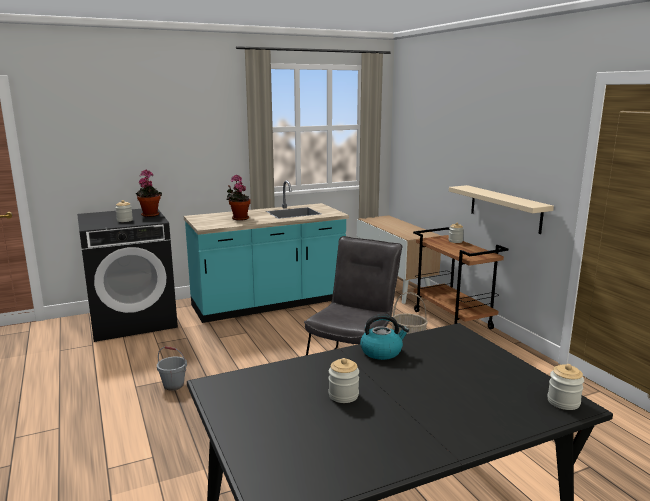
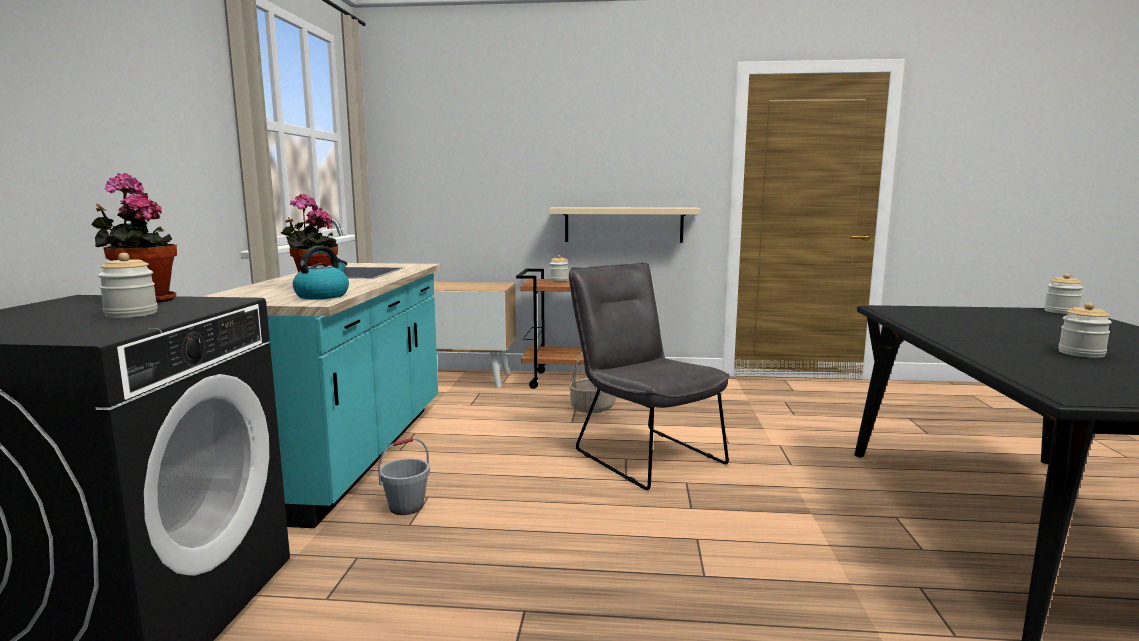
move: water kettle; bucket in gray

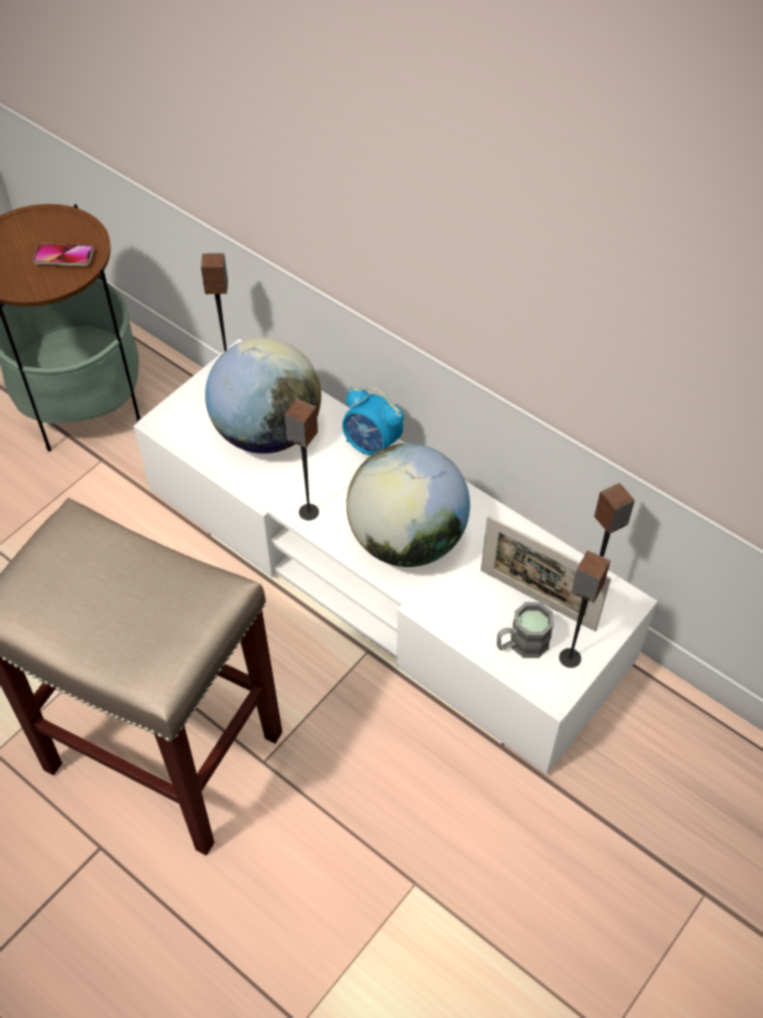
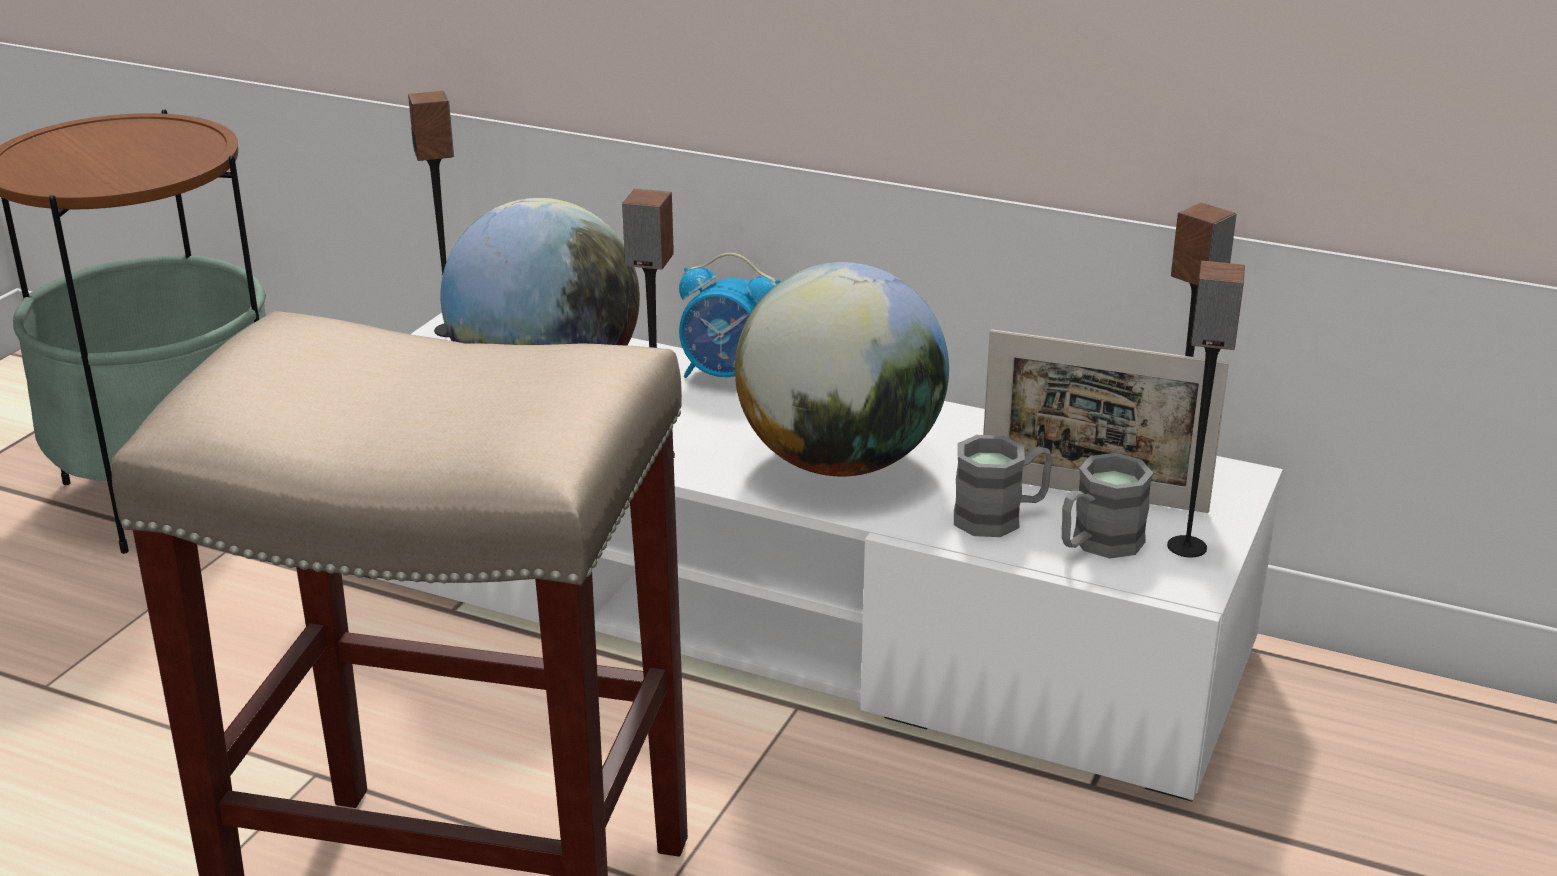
delete: handset
insert: tea mug in gray (1st from left)

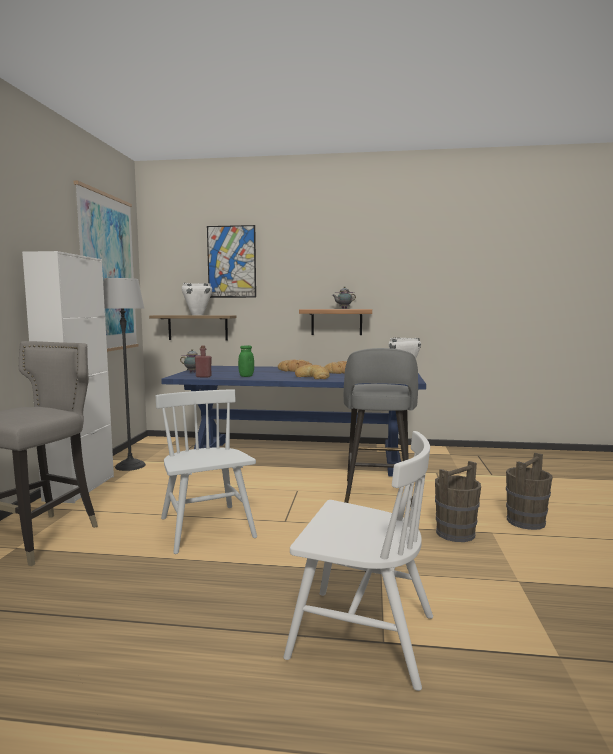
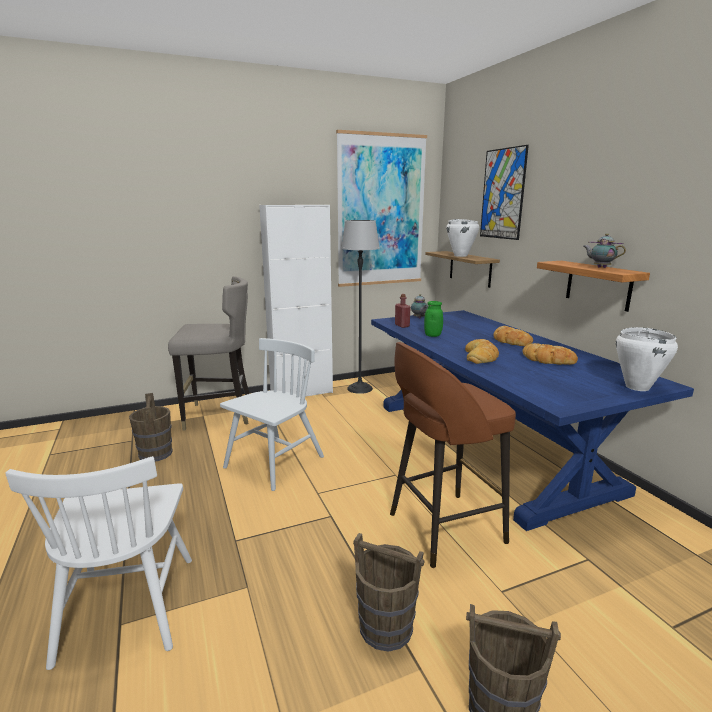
insert: bucket in brown-coloured (1st from left)
recolor: sitting stool in gray (2nd from left) to sitting stool in brown-coloured

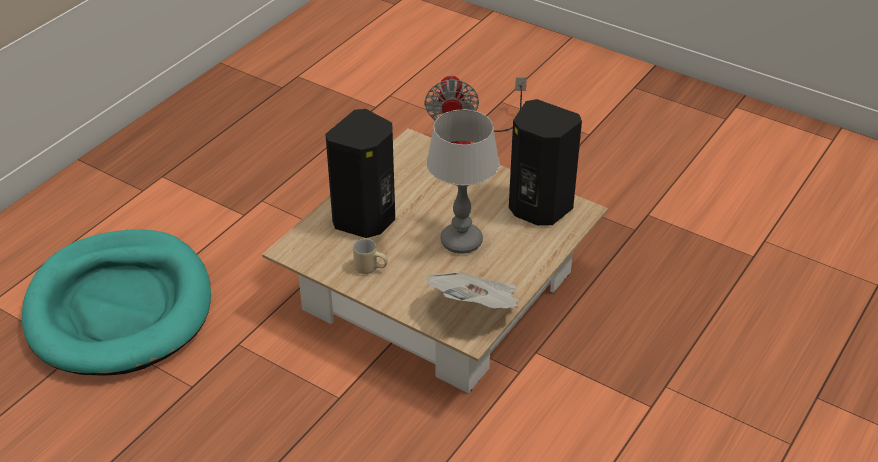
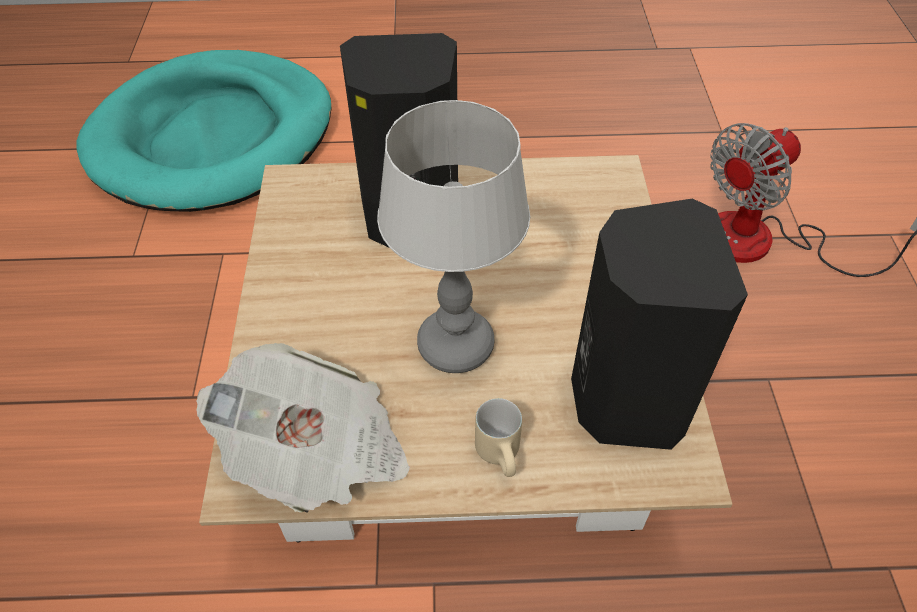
move: tea mug in beige-coloured

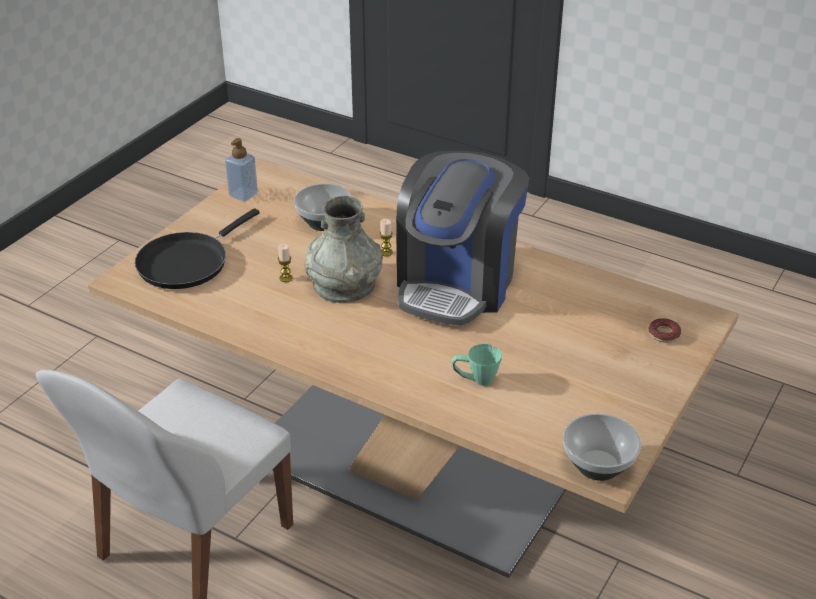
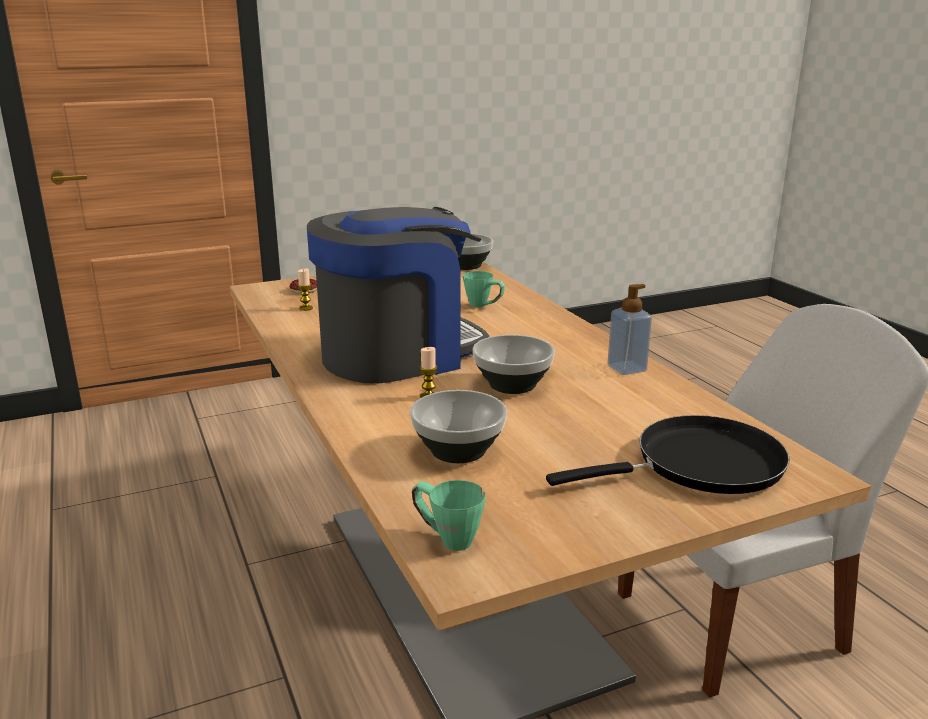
insert: tea mug in green-coloured (1st from left)
move: liquid soap bottle; wax light (1st from left)
replace: decorative vase in gray to deep dish (3rd from left)

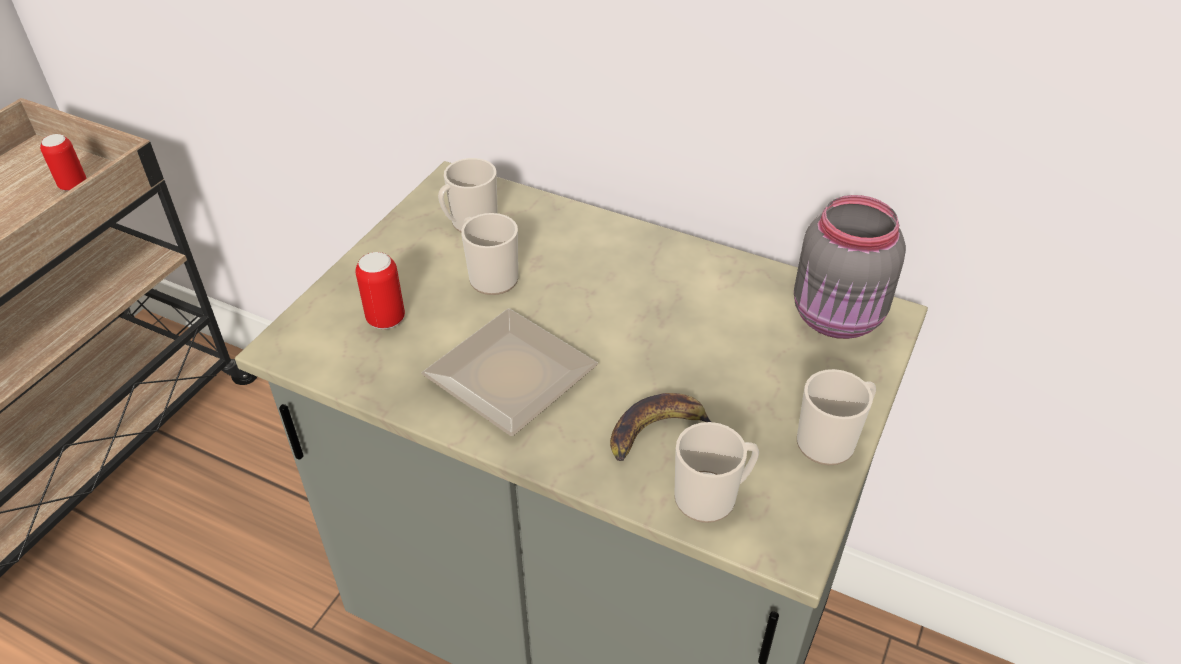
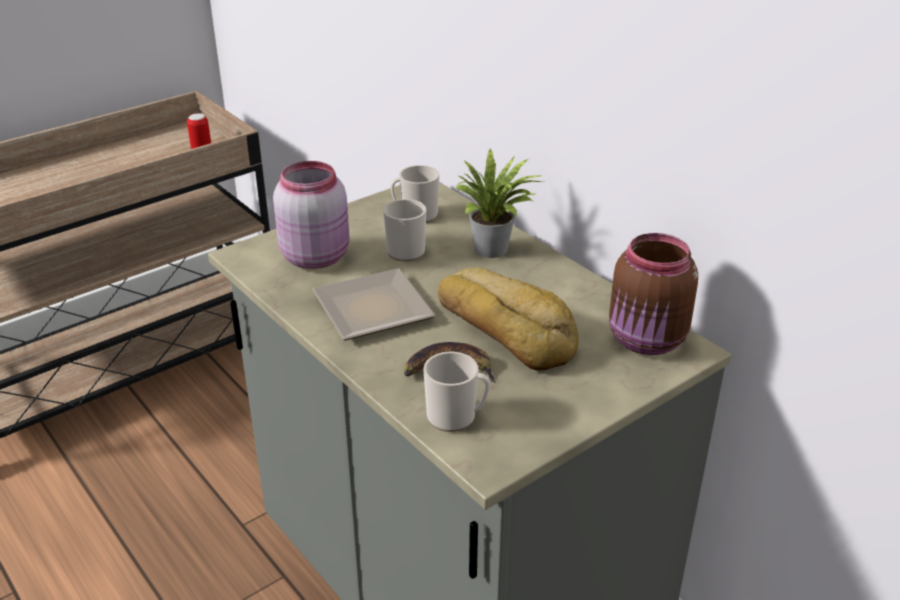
delete: tea mug (4th from left)
insert: houseplant; bakery bread
replace: can (2nd from left) to preserve jar in pink
recolor: preserve jar in gray to preserve jar in brown-coloured

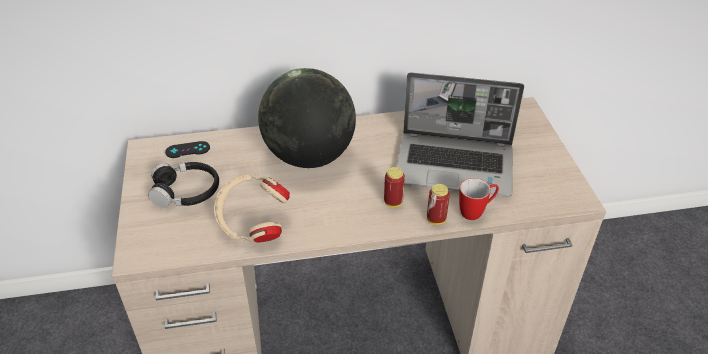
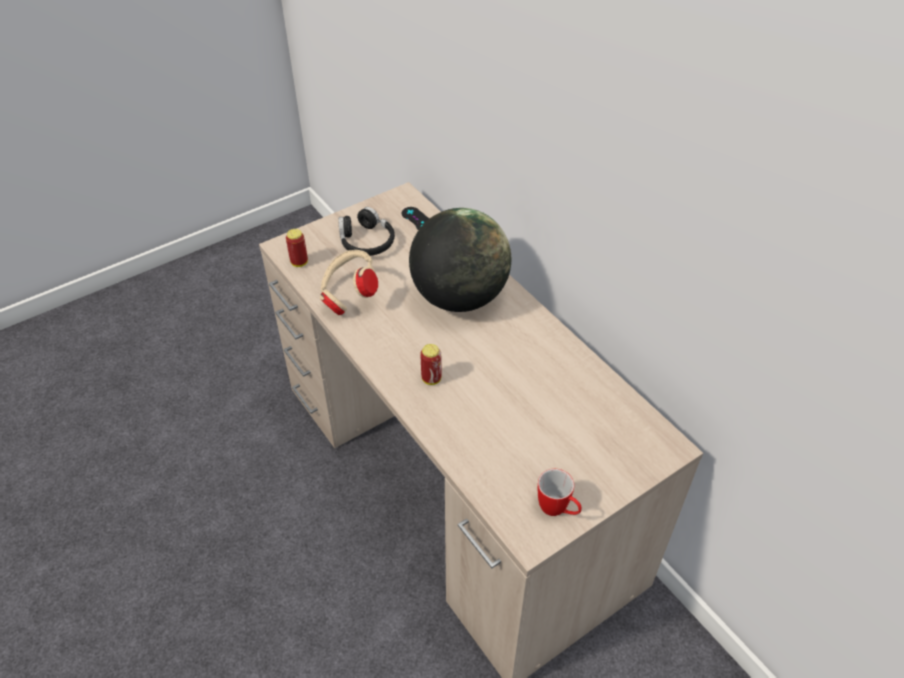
delete: notebook computer
move: tea mug; can (2nd from left in the first image) to can (1st from left)

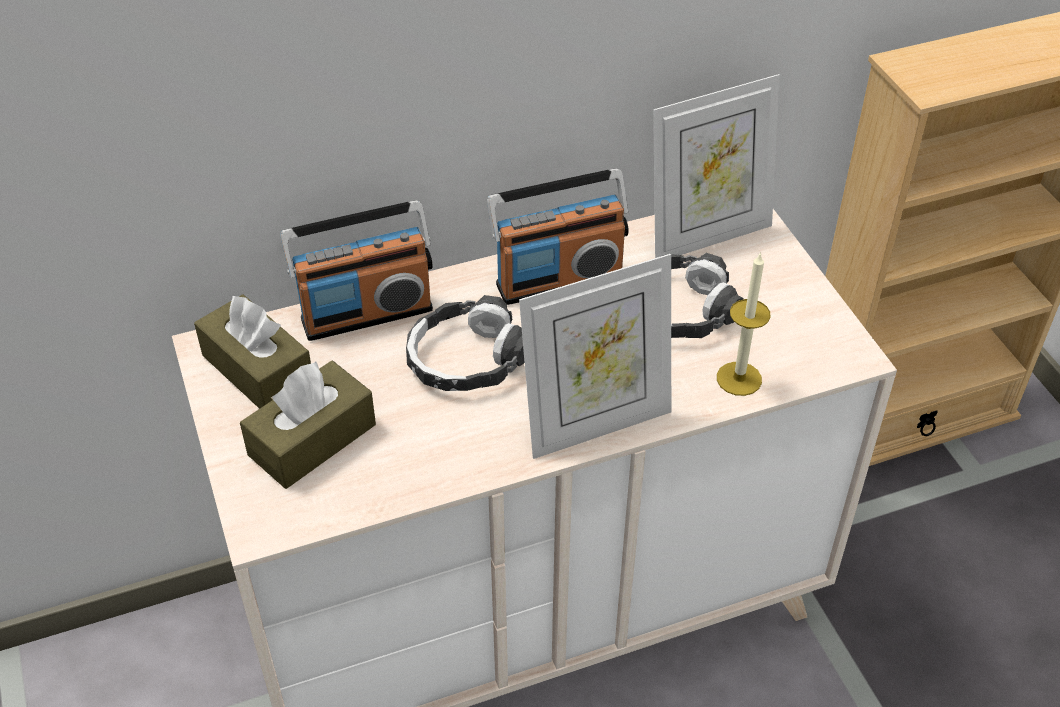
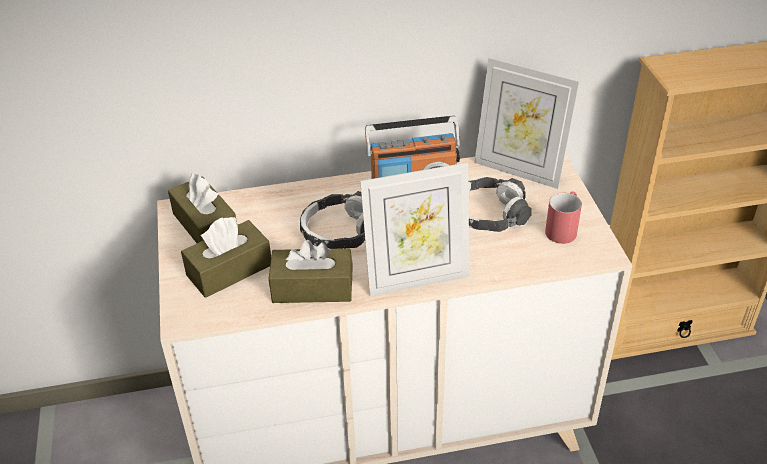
delete: radio (1st from left); wax light
insert: tea mug in reddish; tissue holder in brown-coloured (3rd from left)
rotate: picture frame (2nd from left) 45 degrees clockwise

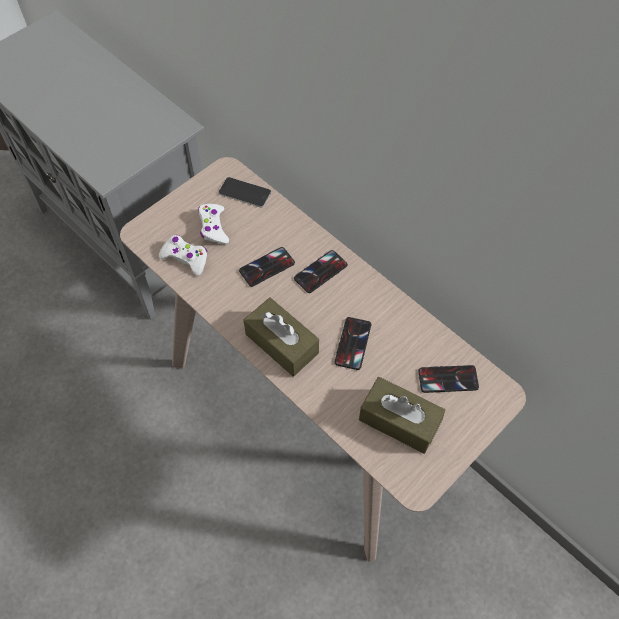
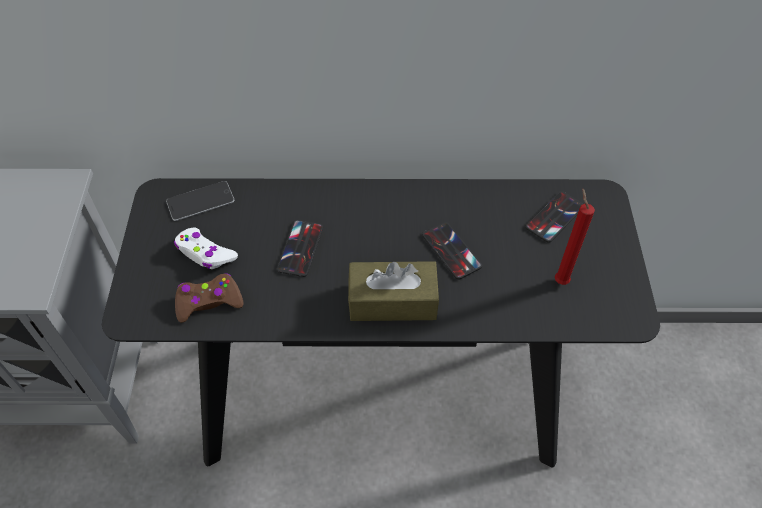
delete: handset (3rd from left)
replace: tissue holder in brown-coloured (2nd from left) to wax light in reddish
recolor: console table in beige-coloured to console table in black-coloured; joypad in white-coloured (1st from left) to joypad in brown-coloured

